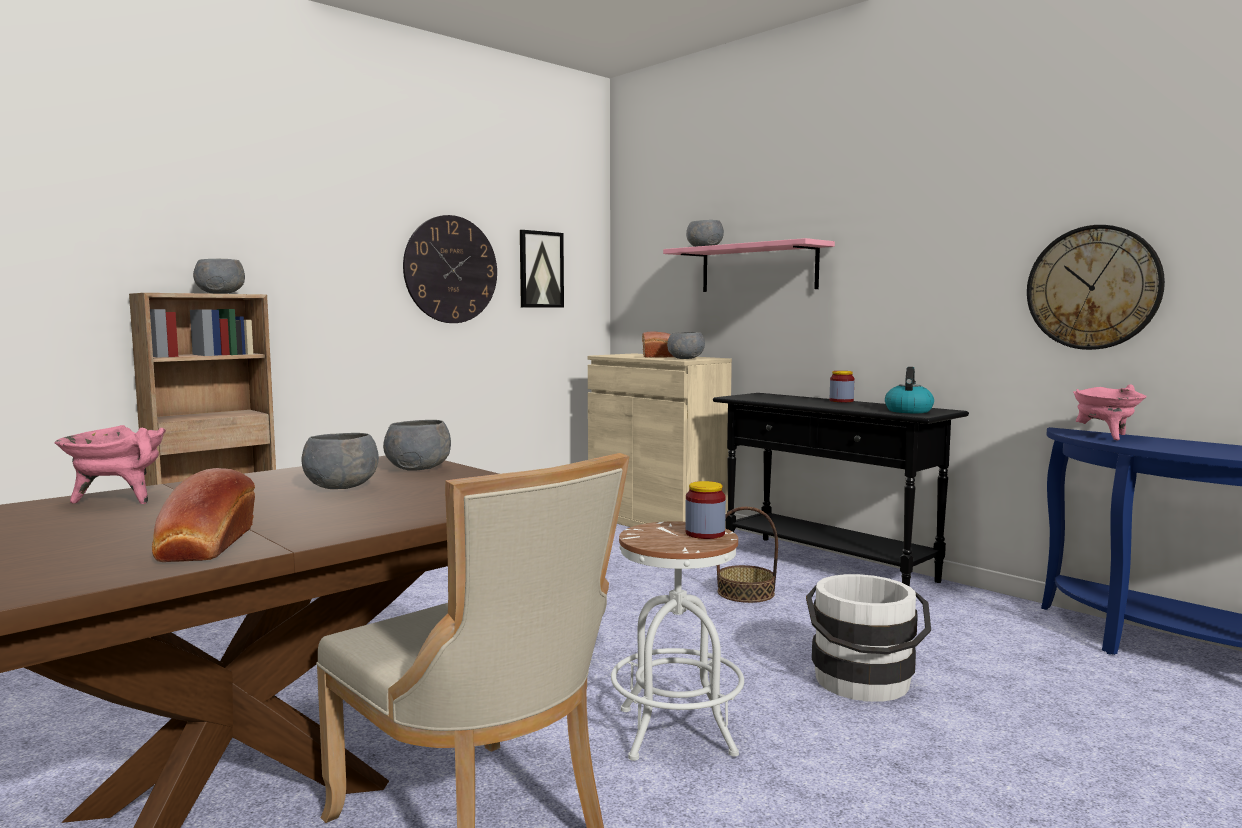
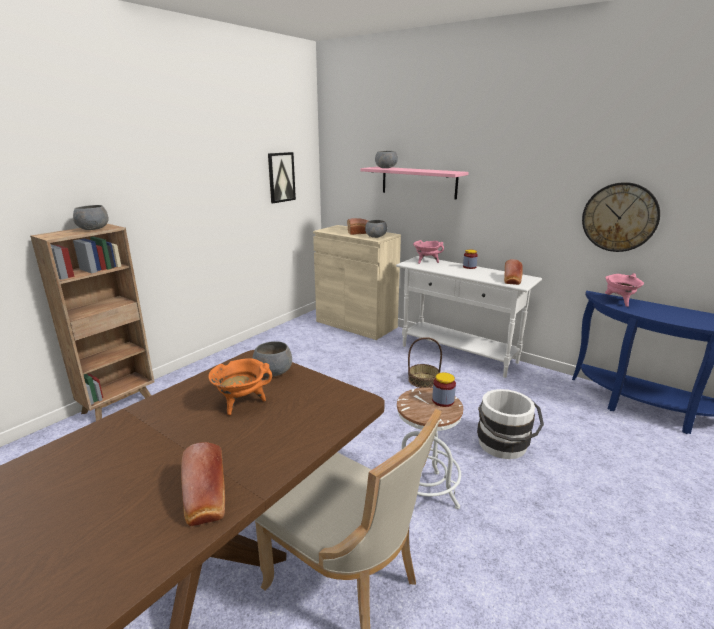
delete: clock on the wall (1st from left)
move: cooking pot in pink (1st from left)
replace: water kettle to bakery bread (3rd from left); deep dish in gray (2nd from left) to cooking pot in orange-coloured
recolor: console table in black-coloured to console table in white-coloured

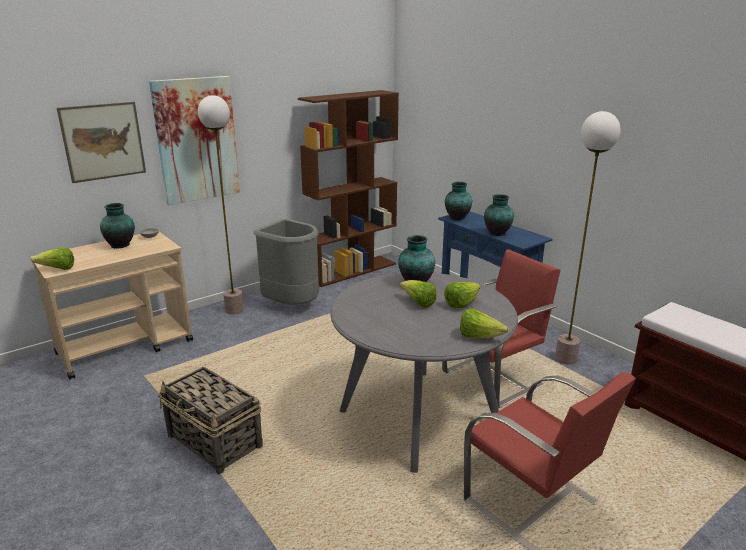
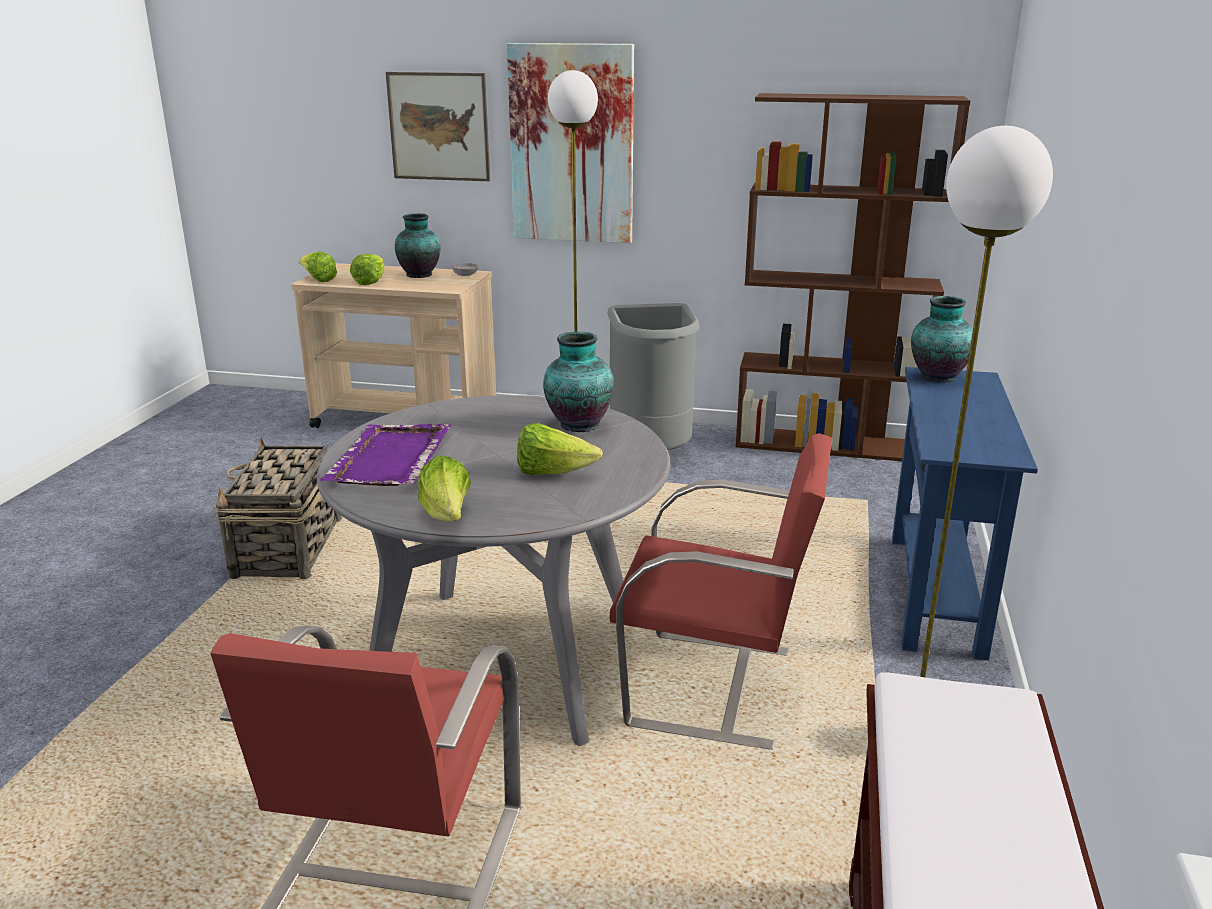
delete: decorative vase (4th from left)
insert: tray in purple-coloured
move: lettuce head (2nd from left)

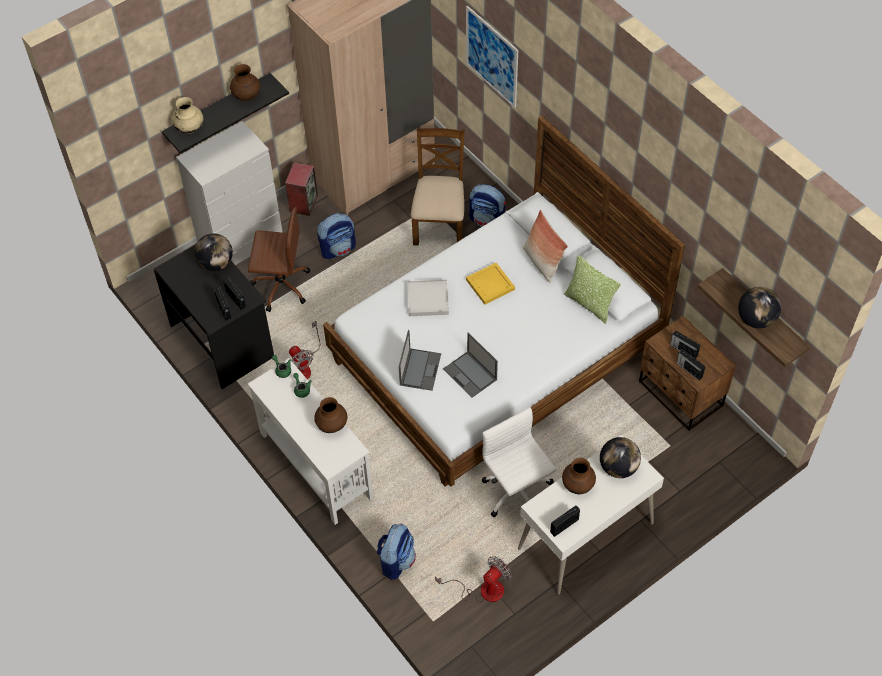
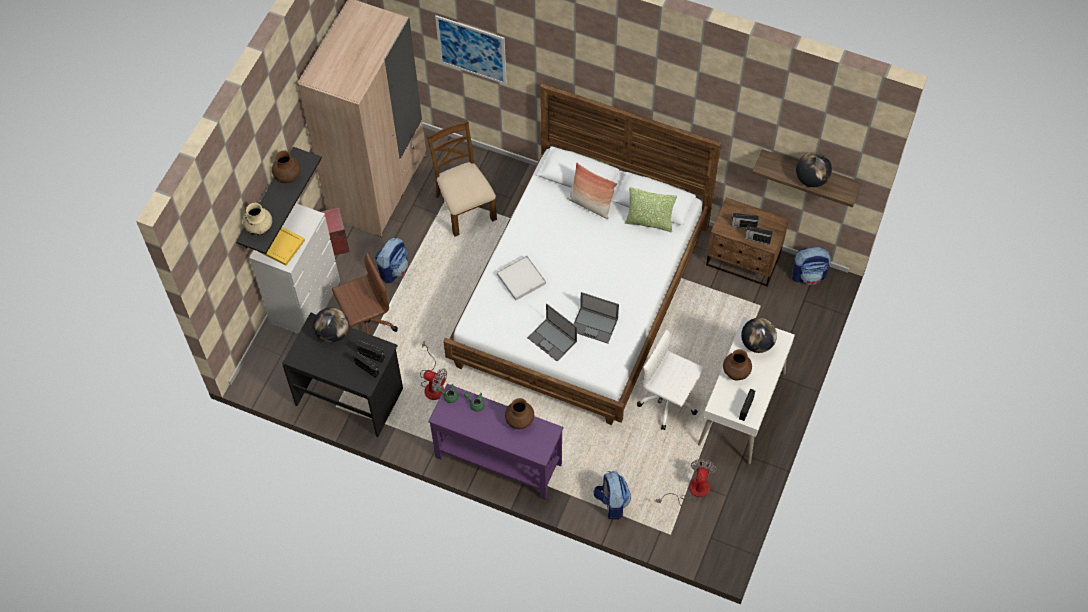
move: knapsack (3rd from left); tray in yellow-coloured
recolor: console table in white-coloured to console table in purple-coloured
rotate: notebook computer (1st from left) 150 degrees clockwise

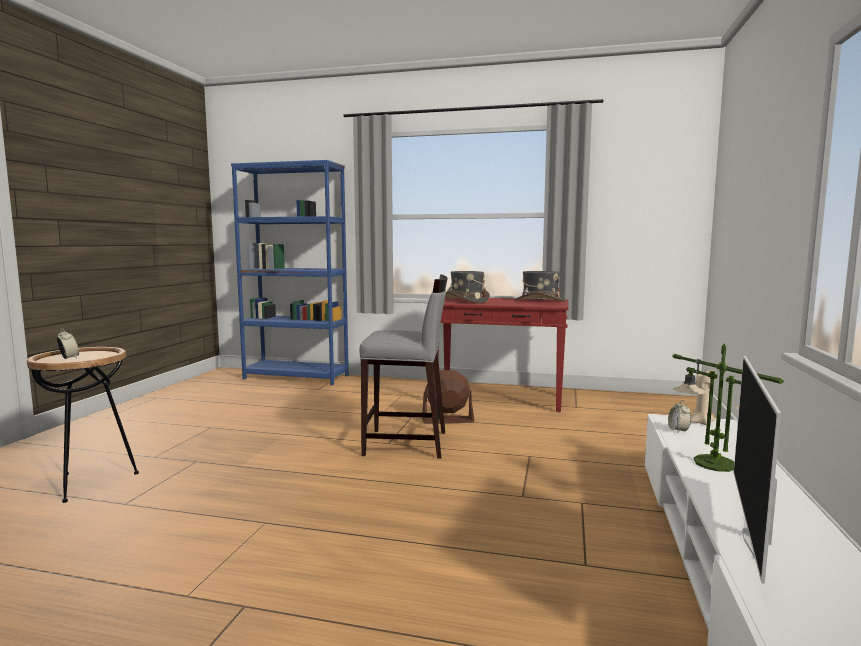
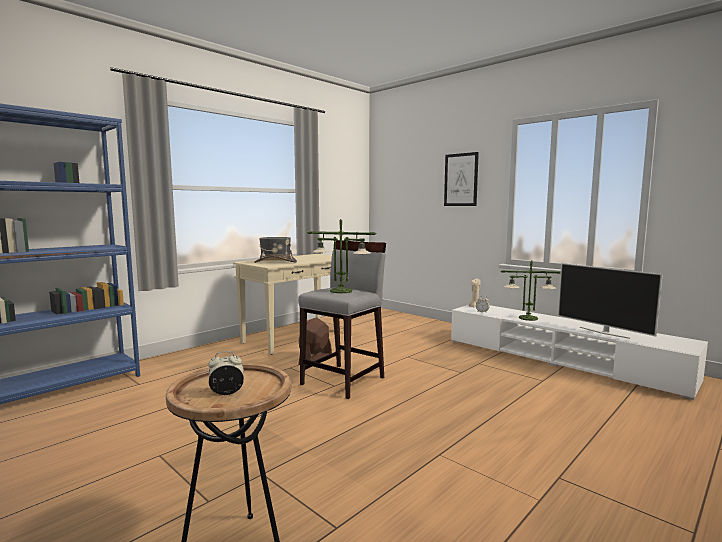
delete: clothing hat in gray (2nd from left)
insert: wall picture; tabletop lamp (1st from left)
recolor: console table in reddish to console table in beige-coloured

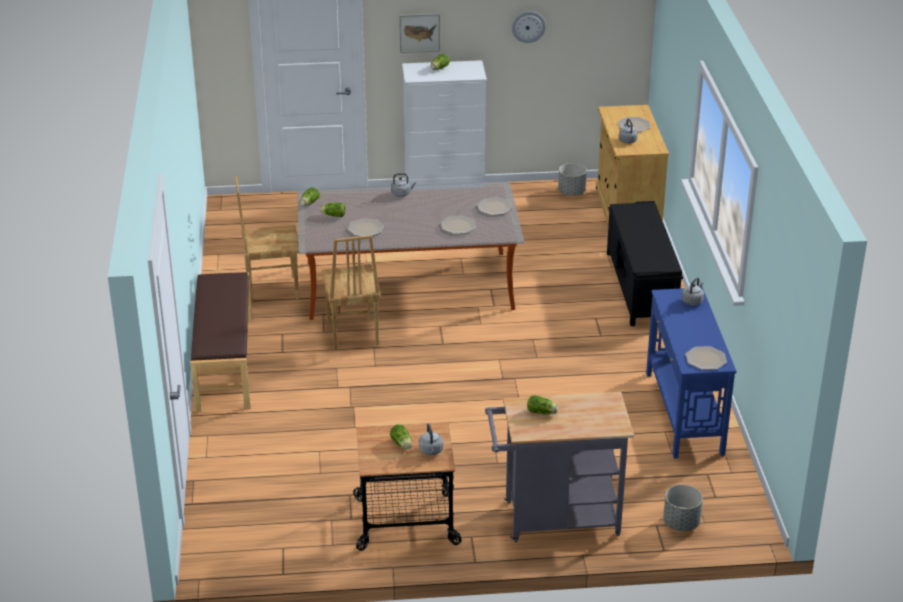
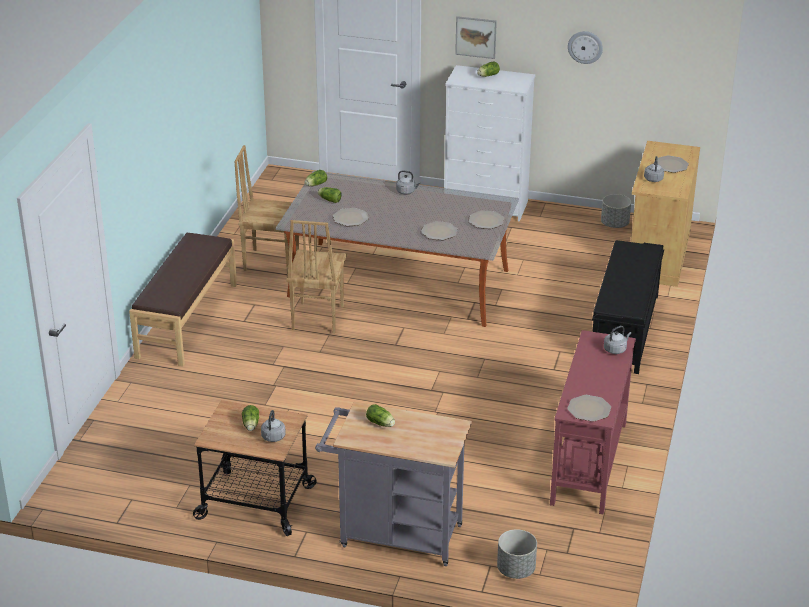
recolor: console table in blue to console table in reddish

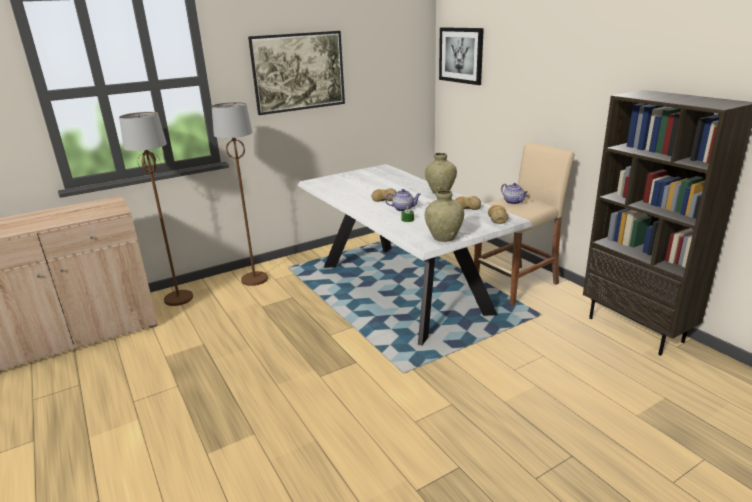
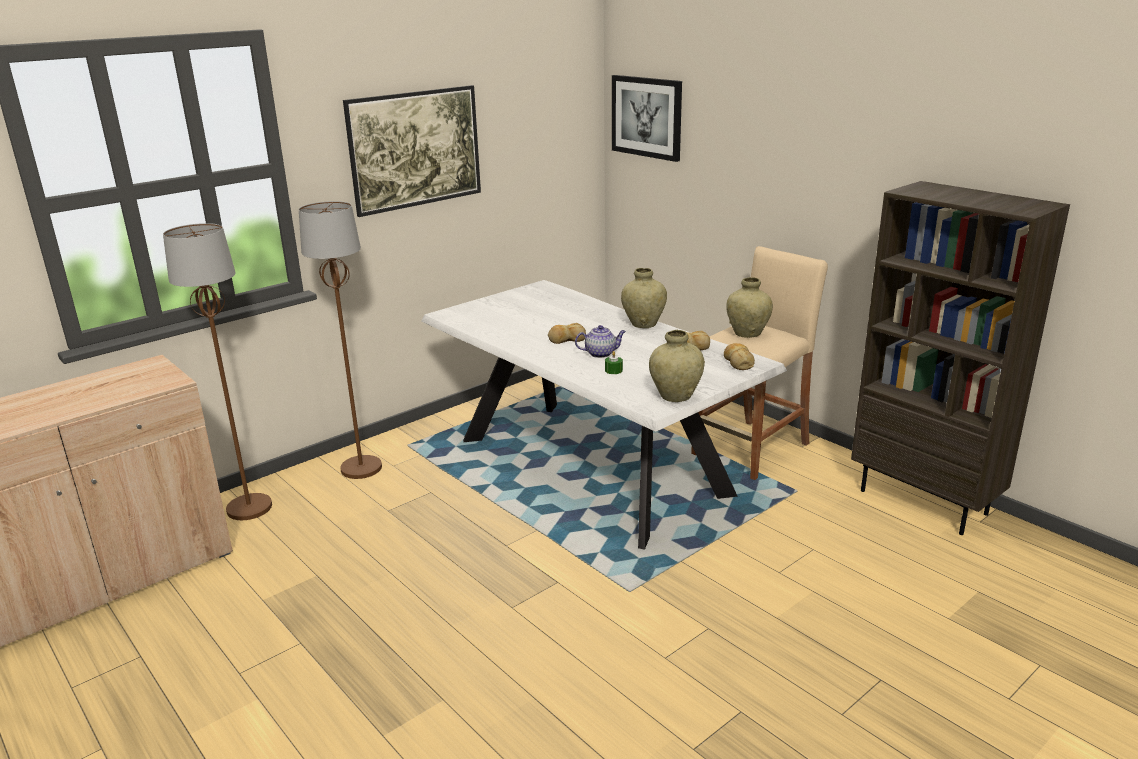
replace: tea pot (2nd from left) to decorative vase in beige-coloured (3rd from left)

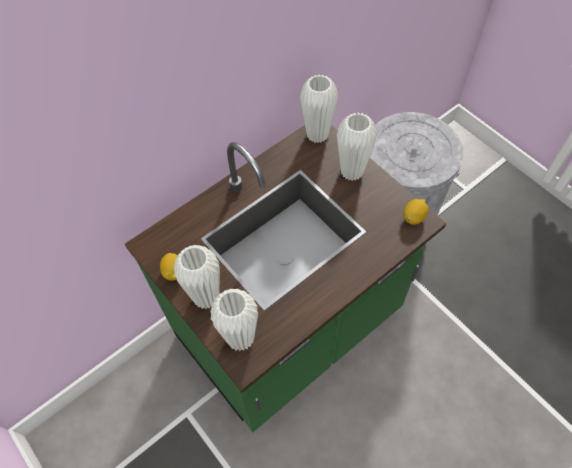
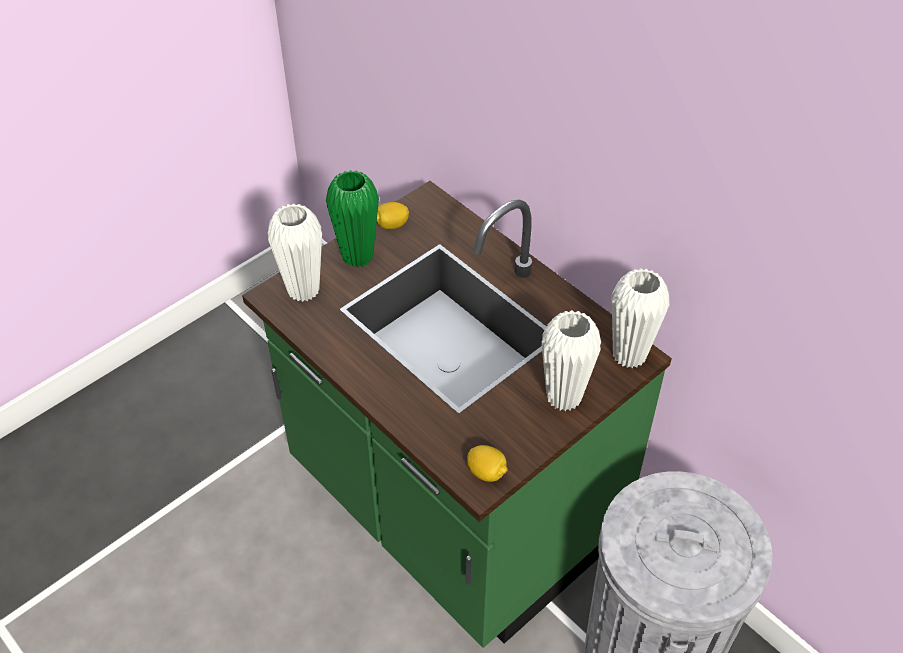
recolor: decorative vase in white-coloured (1st from left) to decorative vase in green-coloured

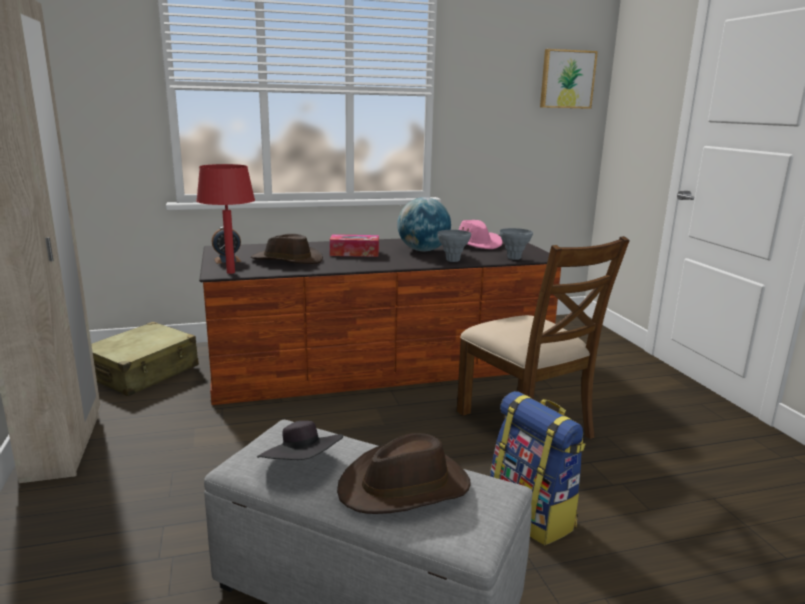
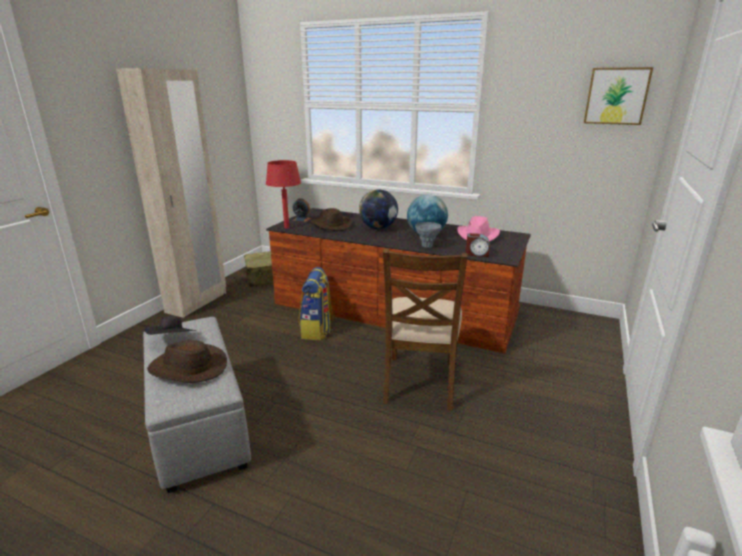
move: knapsack
replace: decorative vase in gray (2nd from left) to bedside clock (2nd from left); tissue holder to globe (1st from left)

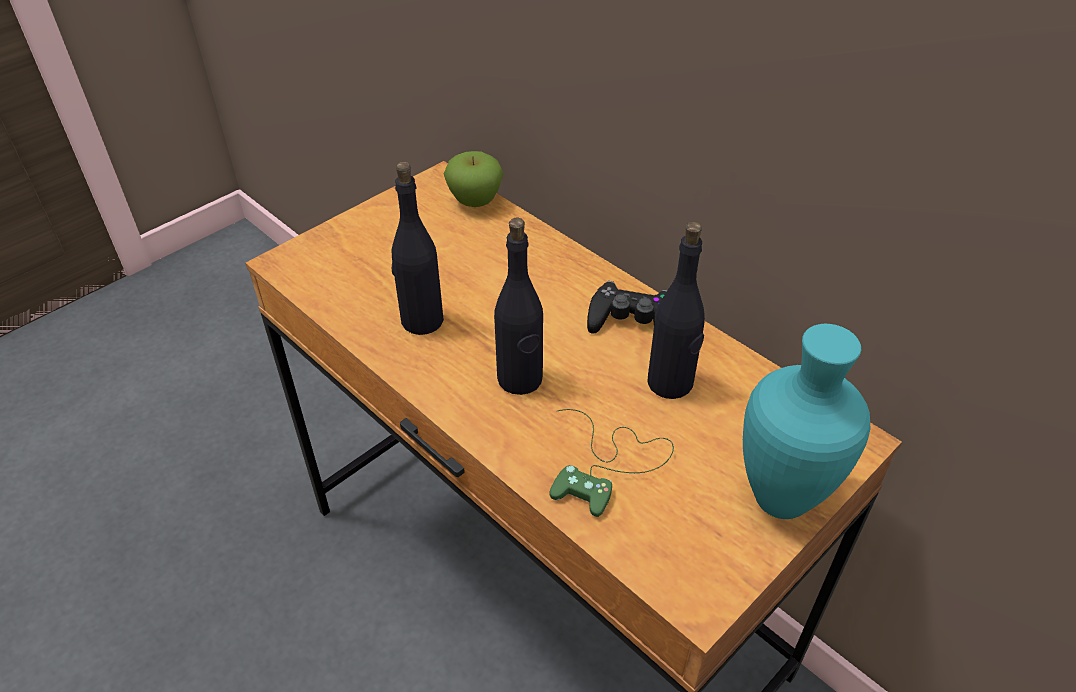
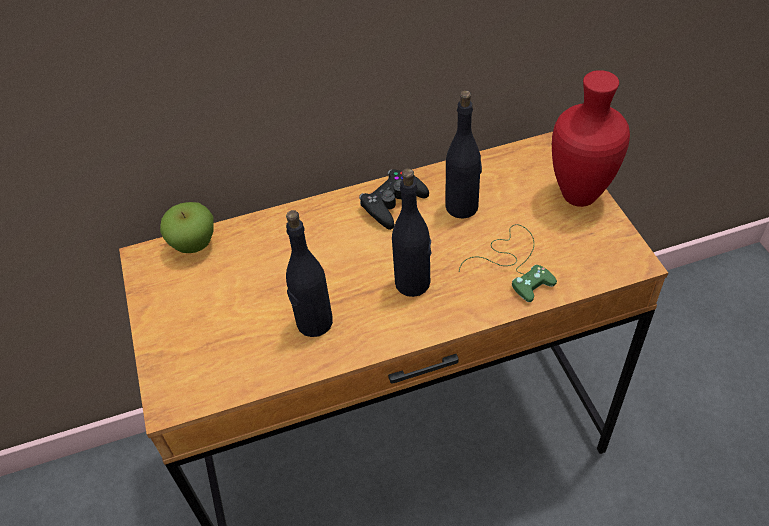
recolor: decorative vase in blue-green to decorative vase in reddish

